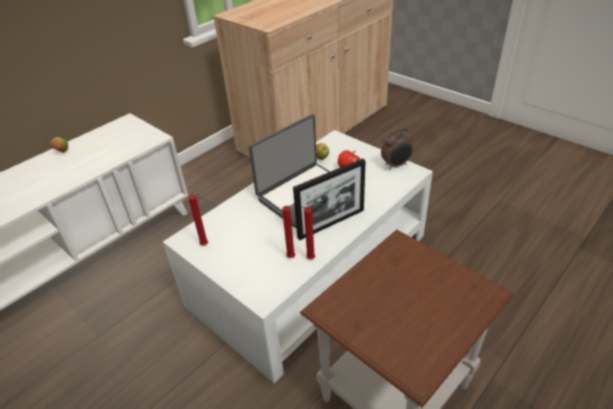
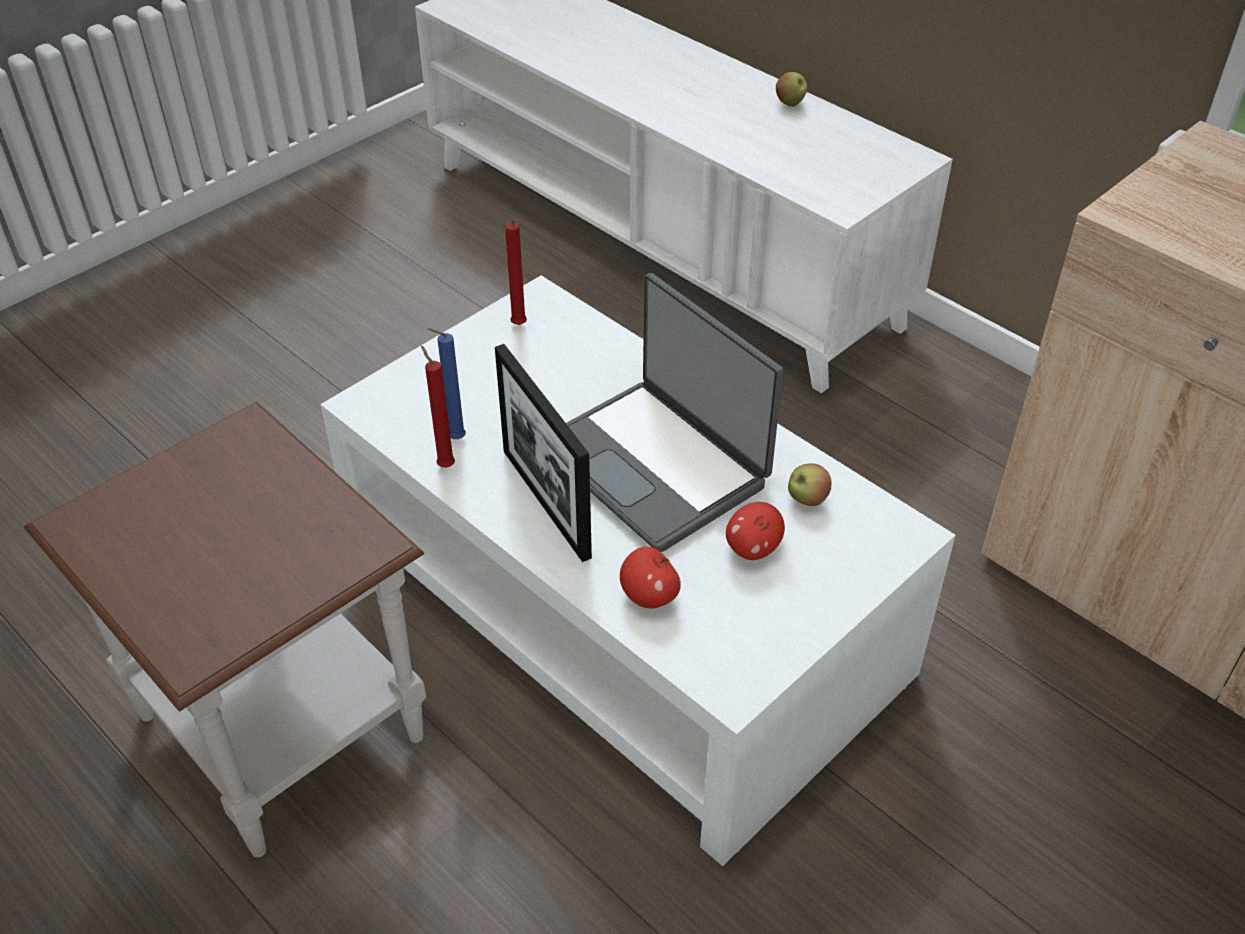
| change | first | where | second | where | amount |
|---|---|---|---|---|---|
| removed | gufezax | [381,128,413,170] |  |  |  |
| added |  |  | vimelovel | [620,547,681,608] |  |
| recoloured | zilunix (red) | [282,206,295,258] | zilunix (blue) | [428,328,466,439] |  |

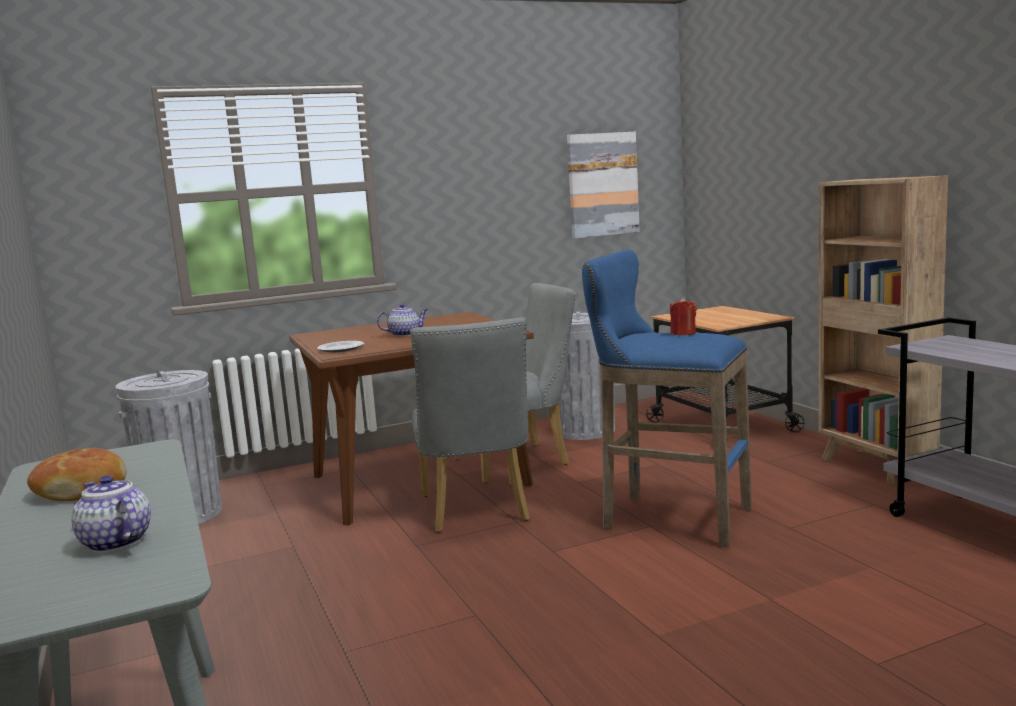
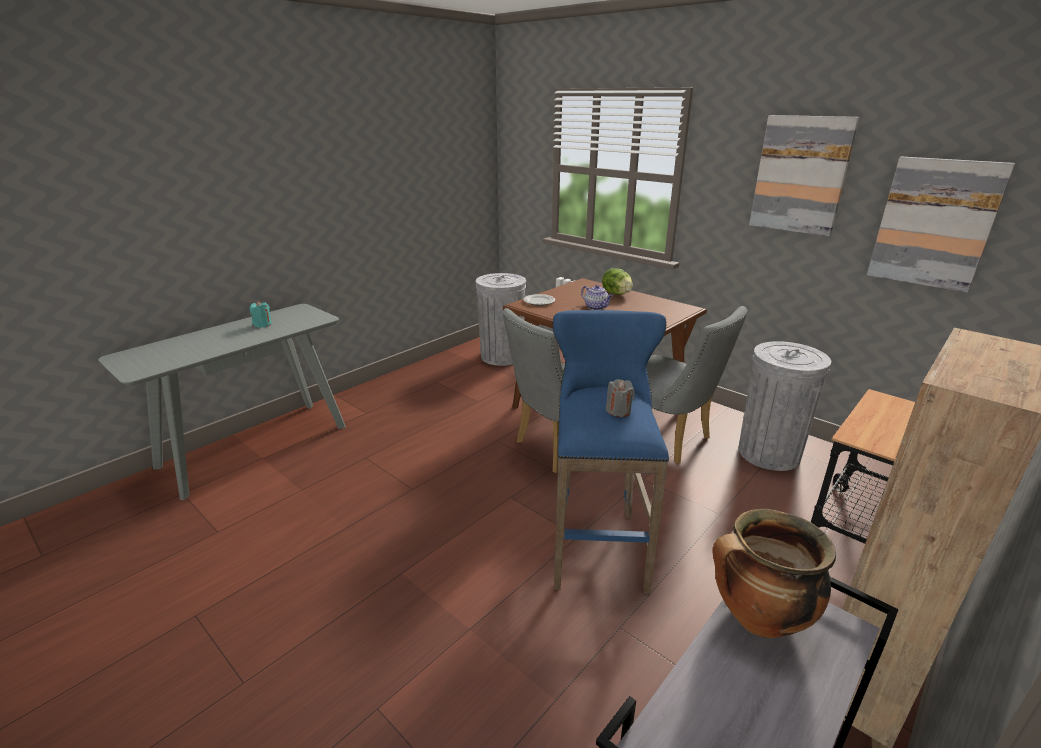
| change | first | where | second | where | amount |
|---|---|---|---|---|---|
| removed | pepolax | [72,475,151,553] |  |  |  |
| added |  |  | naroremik | [602,268,633,295] |  |
| added |  |  | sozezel | [712,509,836,638] |  |
| added |  |  | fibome | [749,115,860,236] |  |
| replaced | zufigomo | [27,448,126,501] | zilunix (turquoise) | [249,301,272,328] |  |
| recoloured | zilunix (red) | [670,297,697,335] | zilunix (grey) | [606,379,635,417] |  |

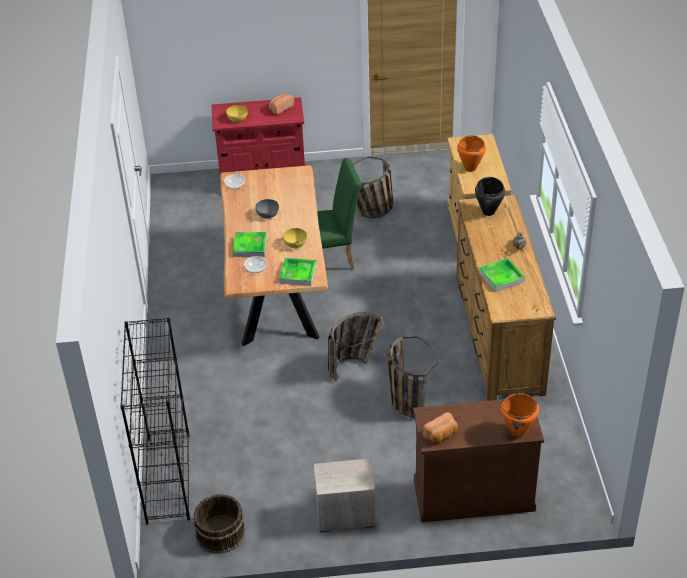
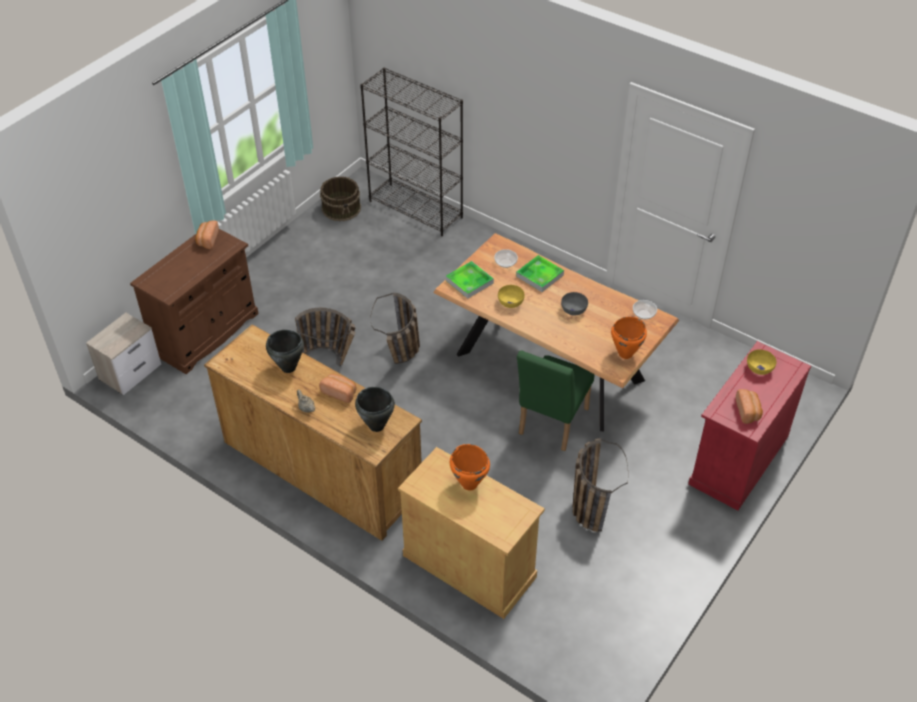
| change | first | where | second | where | amount |
|---|---|---|---|---|---|
| added |  |  | zufigomo | [319,374,356,403] |  |
| moved | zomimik | [314,459,376,532] |  | [86,313,161,395] |  |
| moved | sozezel (orange) | [501,394,539,437] |  | [611,317,647,359] |  |
| replaced | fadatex | [479,258,525,292] | sozezel (black) | [266,330,304,373] |  |

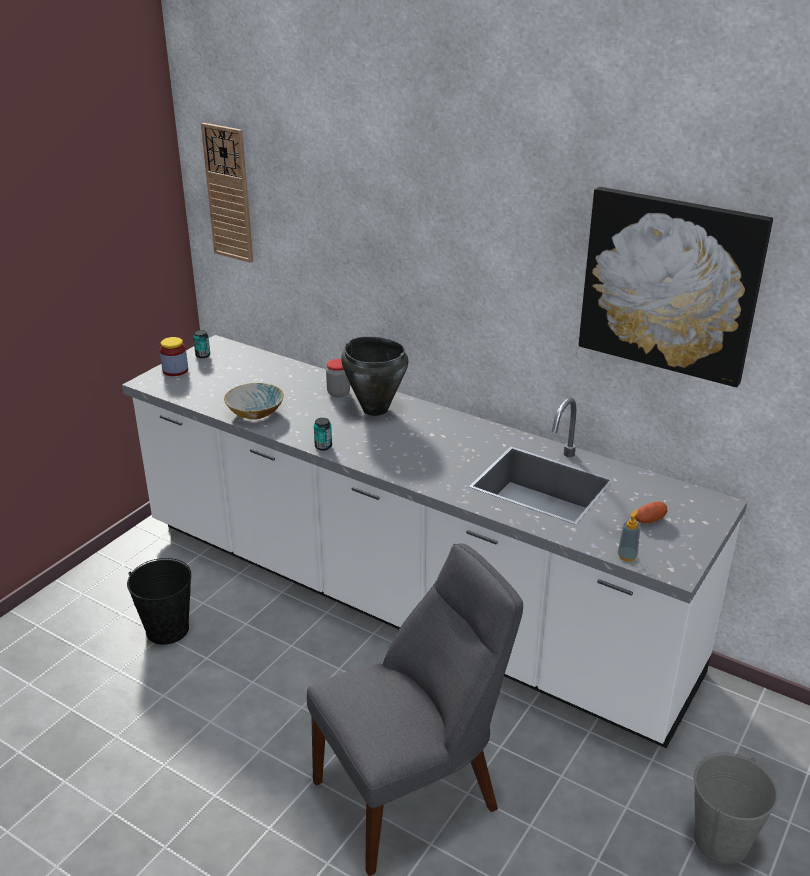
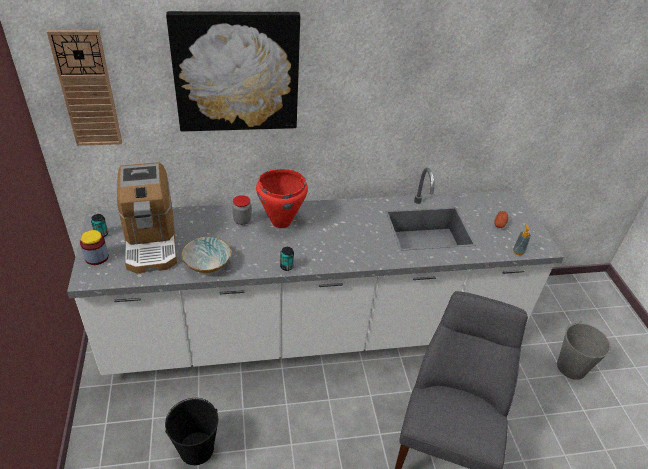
| change | first | where | second | where | amount |
|---|---|---|---|---|---|
| added |  |  | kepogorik | [117,162,177,273] |  |
| moved | fibome | [579,187,773,387] |  | [166,11,300,132] |  |
| recoloured | sozezel (black) | [341,336,408,416] | sozezel (red) | [256,169,308,228] |  |

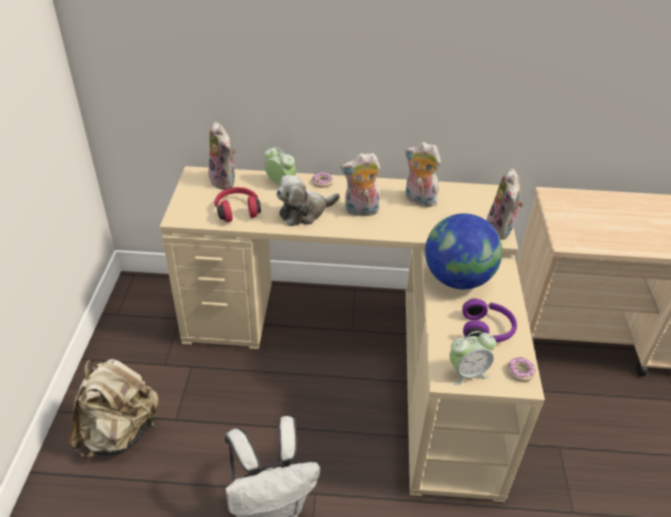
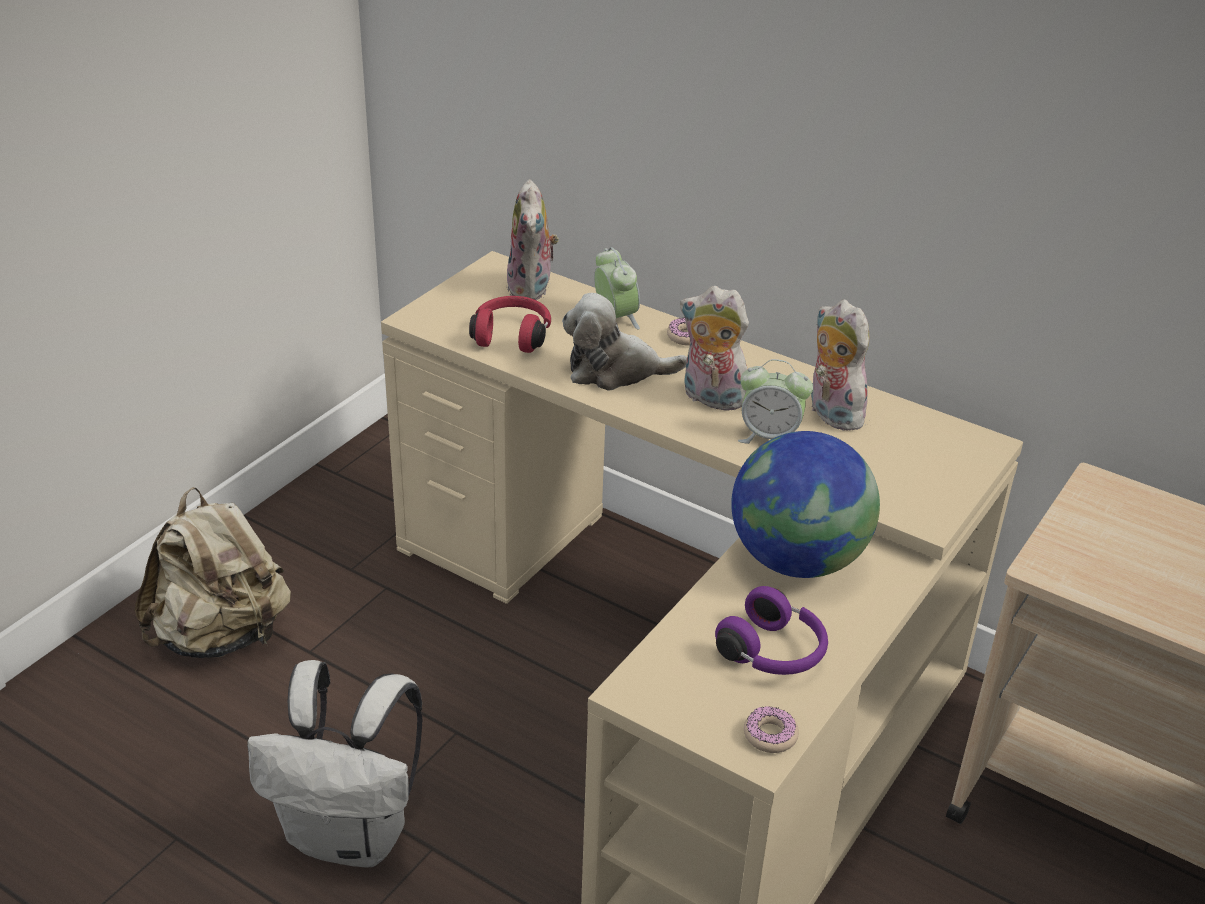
| change | first | where | second | where | amount |
|---|---|---|---|---|---|
| removed | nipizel | [487,168,524,240] |  |  |  |
| moved | gufezax | [450,331,496,385] |  | [738,359,813,444] |  |

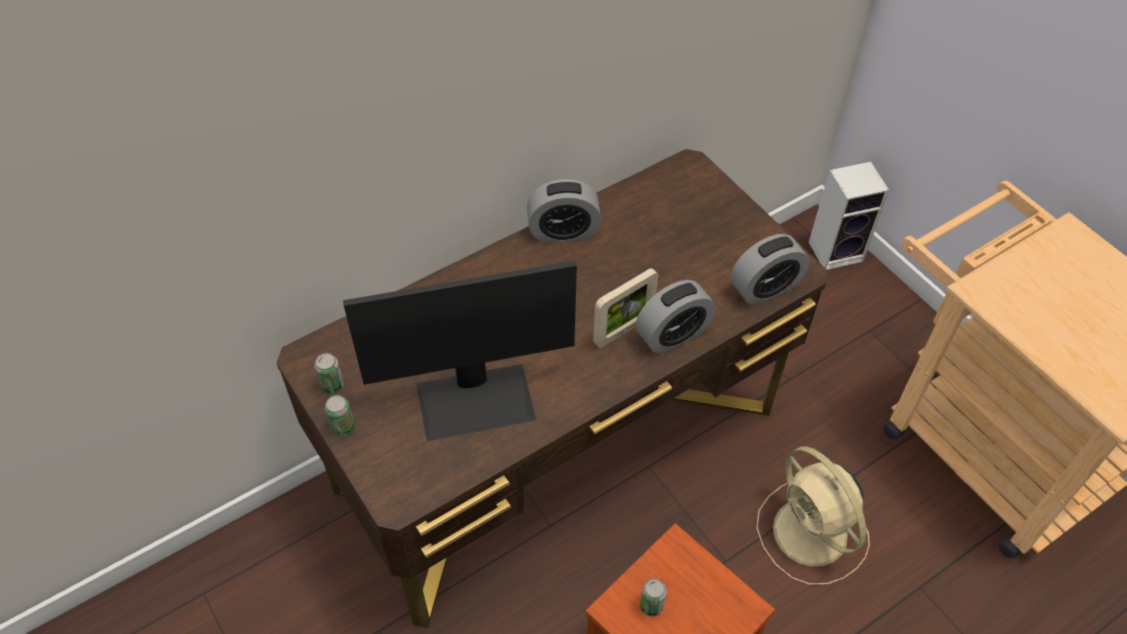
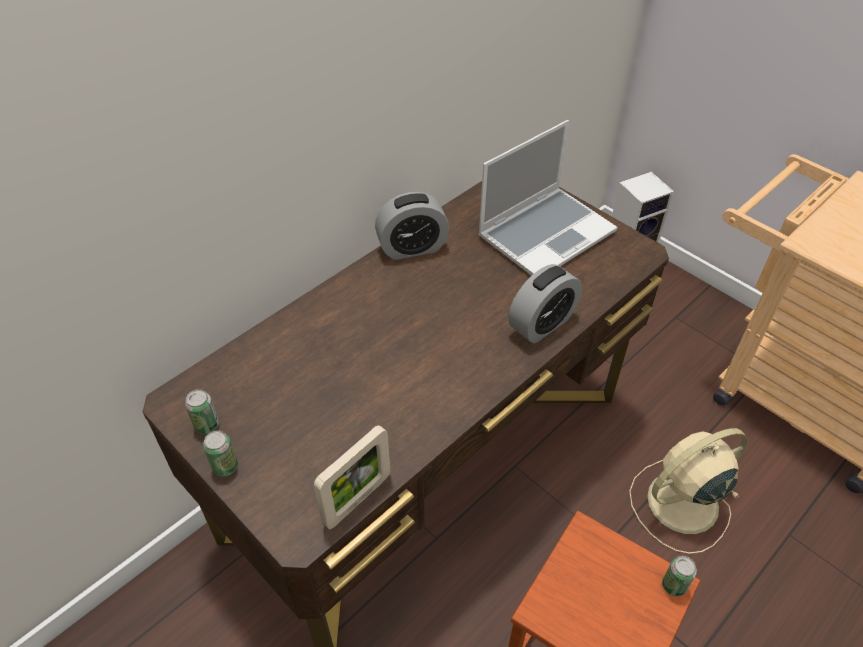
| change | first | where | second | where | amount |
|---|---|---|---|---|---|
| removed | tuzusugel | [343,261,577,441] |  |  |  |
| removed | gufezax | [731,234,809,305] |  |  |  |
| added |  |  | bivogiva | [478,120,618,276] |  |
| moved | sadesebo | [593,268,658,348] |  | [313,425,390,529] |  |
| moved | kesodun | [640,579,667,616] |  | [662,556,697,597] |  |
| turned | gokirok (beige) | [756,446,870,585] |  | [629,428,748,554] | 105 degrees clockwise |

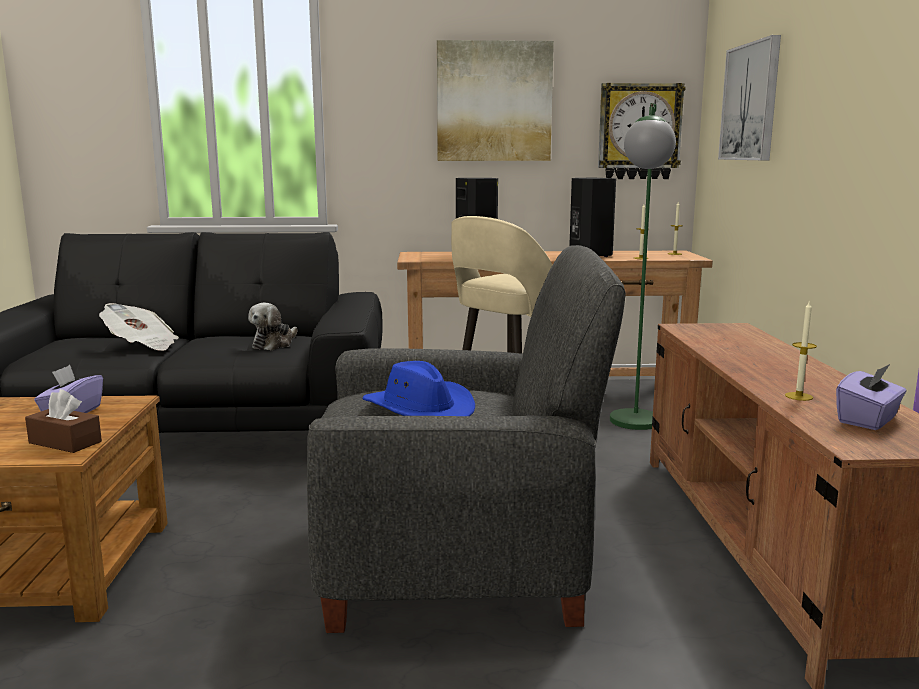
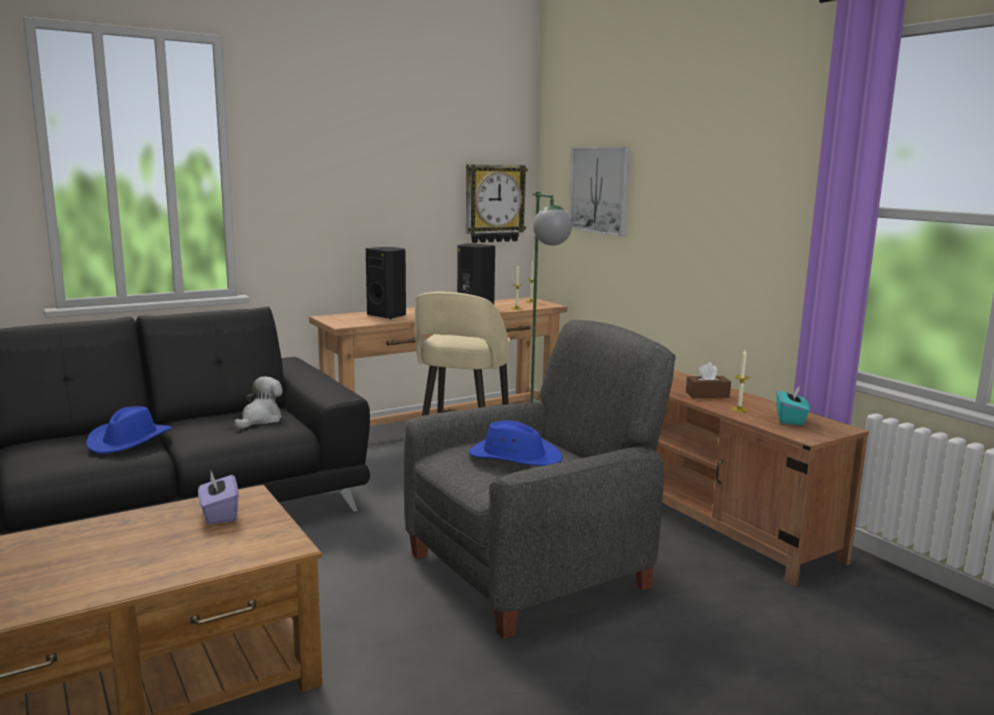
| change | first | where | second | where | amount |
|---|---|---|---|---|---|
| removed | fibome | [437,40,554,161] |  |  |  |
| moved | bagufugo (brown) | [25,389,102,453] |  | [686,362,731,398] |  |
| replaced | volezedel | [99,303,179,351] | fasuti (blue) | [86,406,172,454] |  |
| recoloured | bagufugo (purple) | [836,364,906,430] | bagufugo (turquoise) | [776,386,810,425] |  |
| turned | nipizel | [248,303,298,350] |  | [234,376,283,428] | 150 degrees counterclockwise |

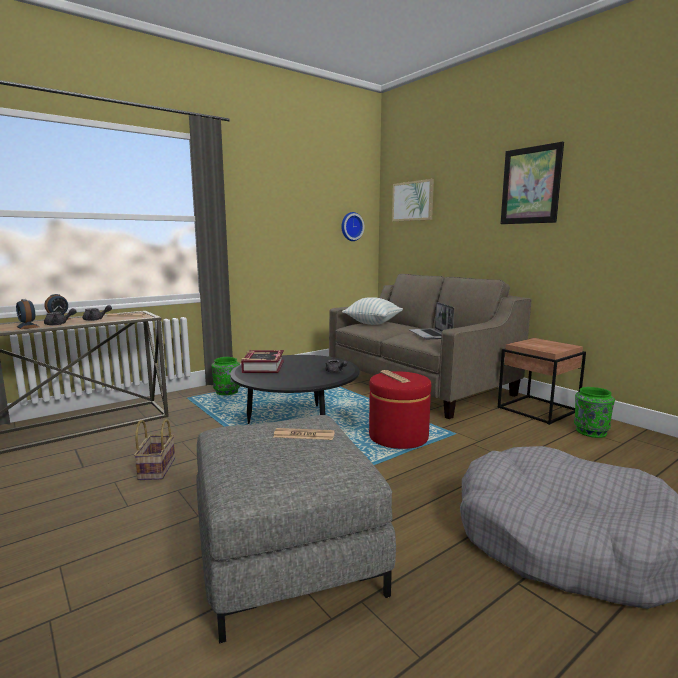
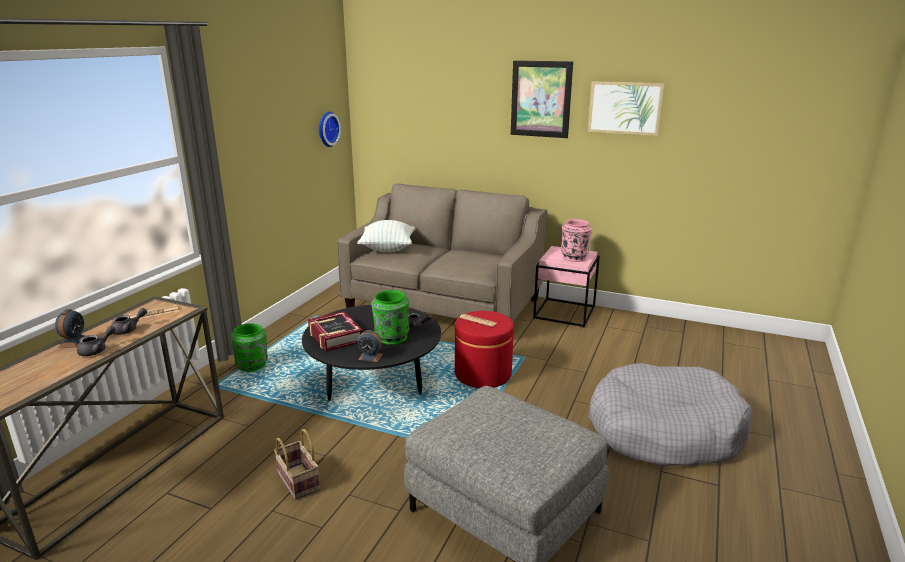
| change | first | where | second | where | amount |
|---|---|---|---|---|---|
| removed | volezedel | [273,428,335,440] |  |  |  |
| removed | bivogiva | [409,302,454,339] |  |  |  |
| added |  |  | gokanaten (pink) | [561,219,592,262] |  |
| moved | gufezax | [16,299,39,329] |  | [358,330,383,362] |  |
| moved | fibome | [392,179,434,222] |  | [588,81,665,136] |  |
| moved | gokanaten (green) | [574,387,615,438] |  | [371,290,409,345] |  |
| recoloured | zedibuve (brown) | [498,338,586,425] | zedibuve (pink) | [533,246,600,328] |  |

